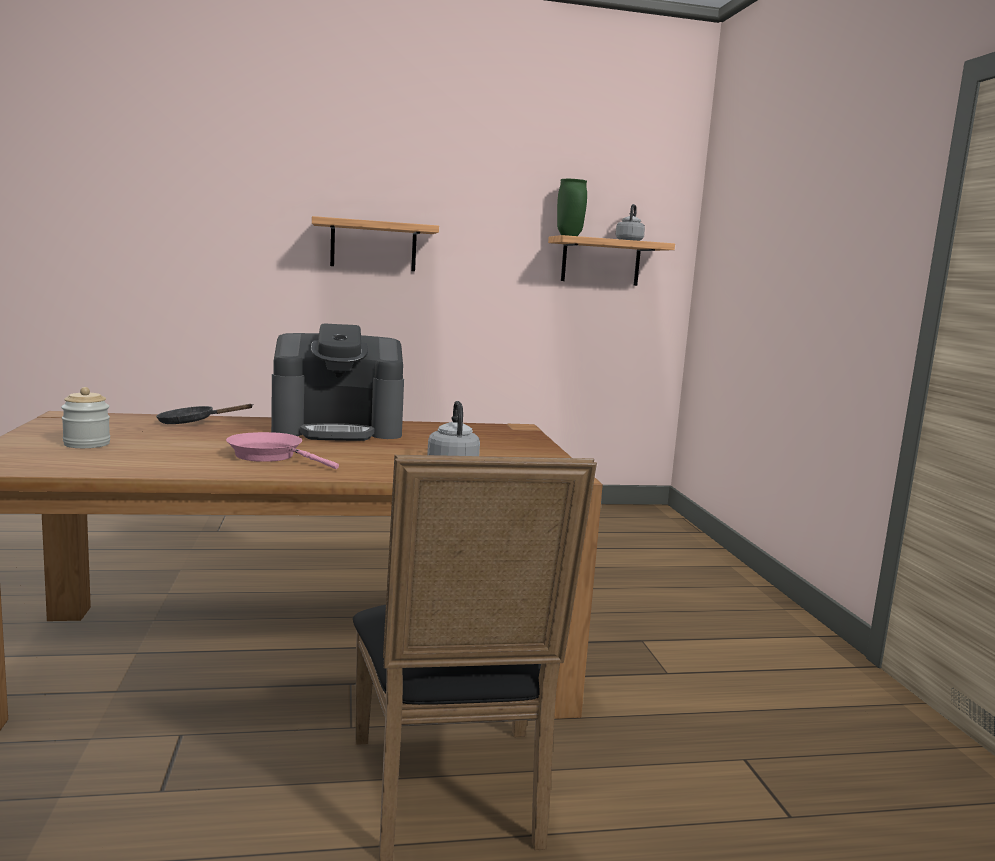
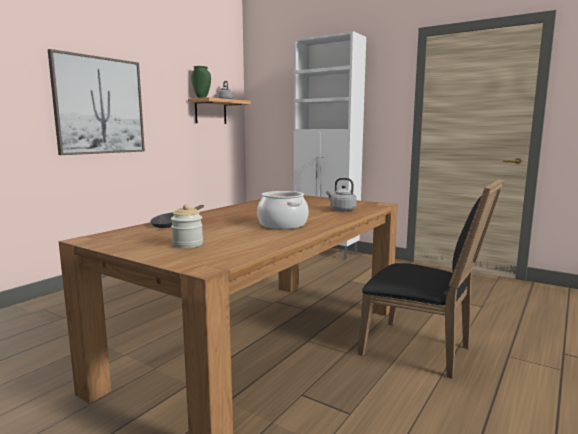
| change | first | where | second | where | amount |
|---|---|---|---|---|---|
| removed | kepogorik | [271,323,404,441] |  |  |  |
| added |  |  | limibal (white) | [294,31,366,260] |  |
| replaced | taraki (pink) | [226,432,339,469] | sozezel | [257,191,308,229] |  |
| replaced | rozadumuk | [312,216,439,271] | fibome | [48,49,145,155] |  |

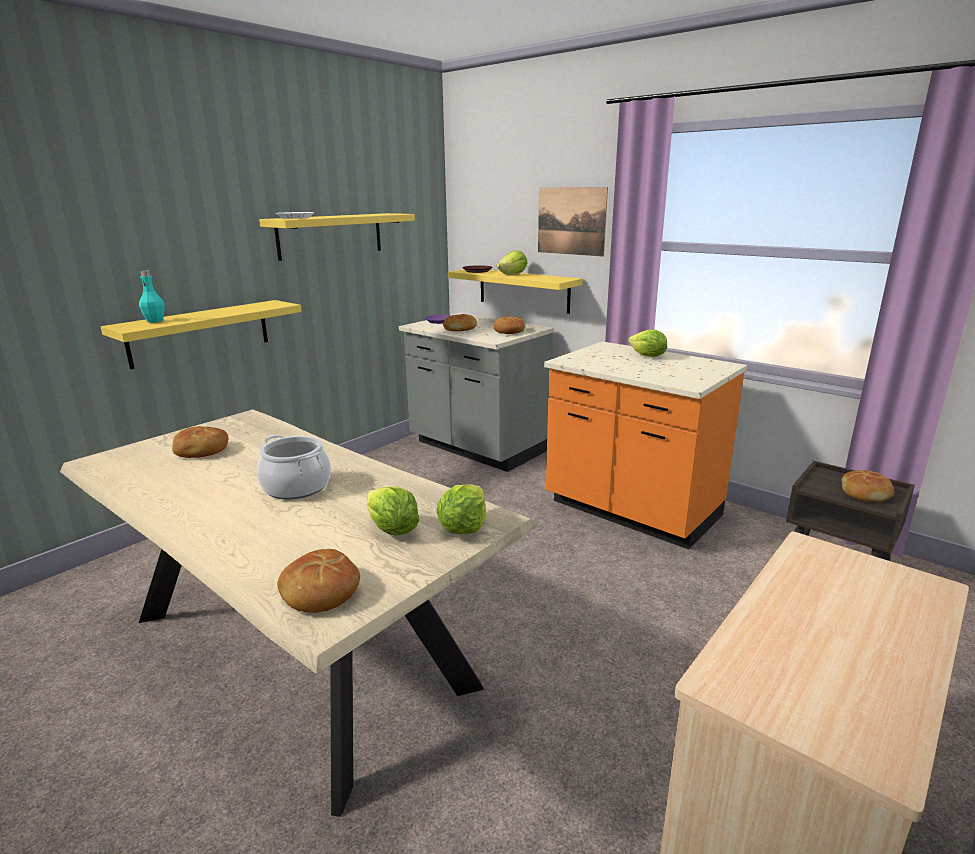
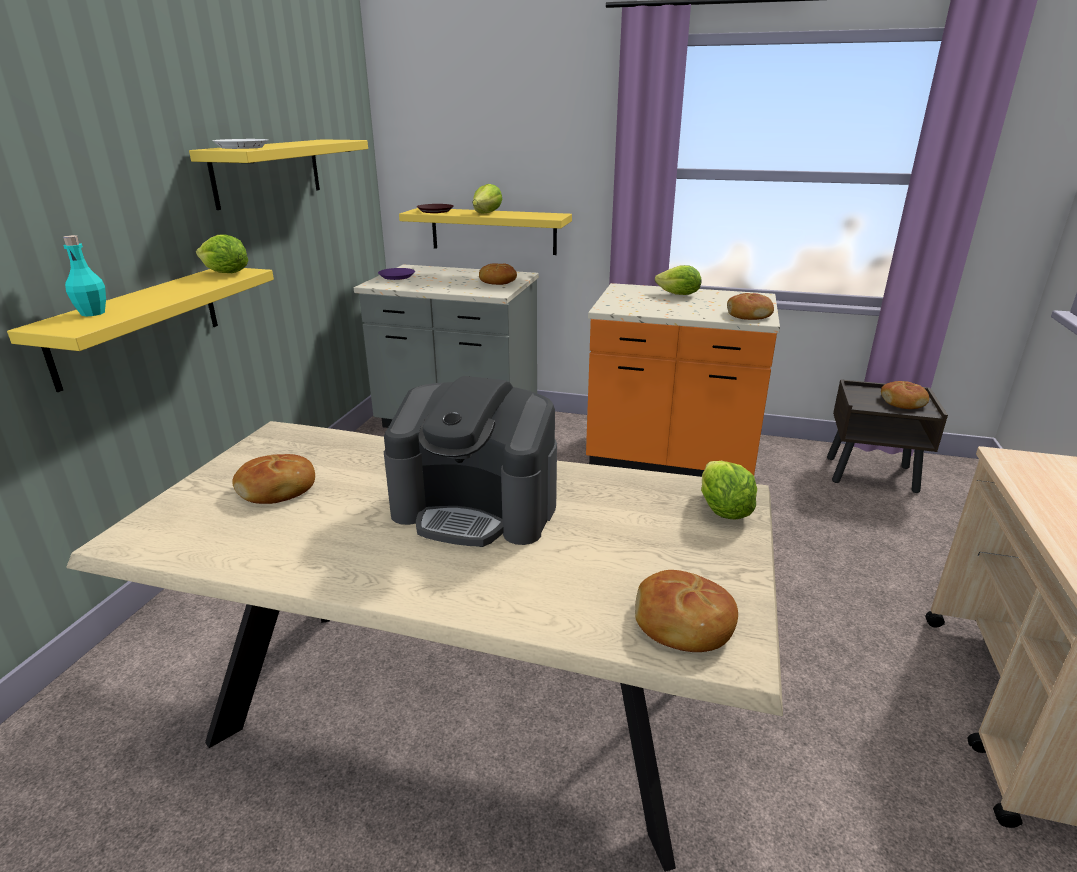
| change | first | where | second | where | amount |
|---|---|---|---|---|---|
| removed | fibome | [538,187,608,257] |  |  |  |
| moved | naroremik | [367,487,419,536] |  | [196,234,248,273] |  |
| moved | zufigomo | [443,314,477,331] |  | [727,293,774,320] |  |
| replaced | sozezel | [257,435,331,499] | kepogorik | [384,376,557,547] |  |

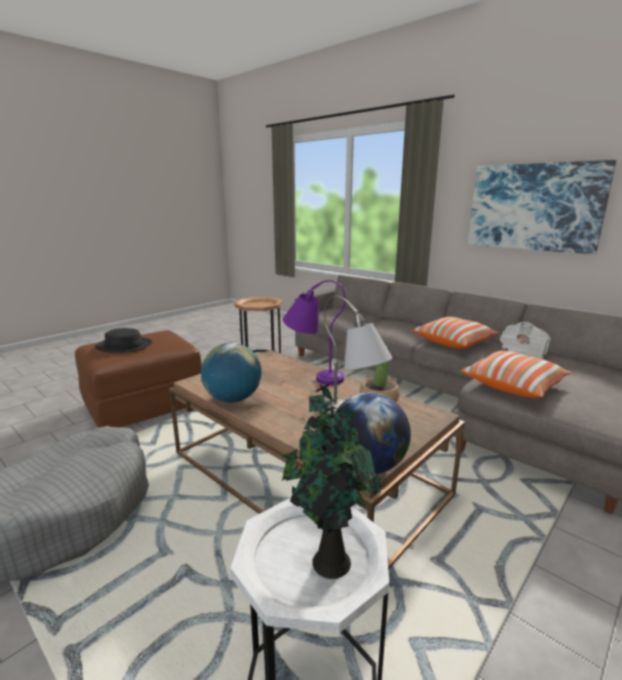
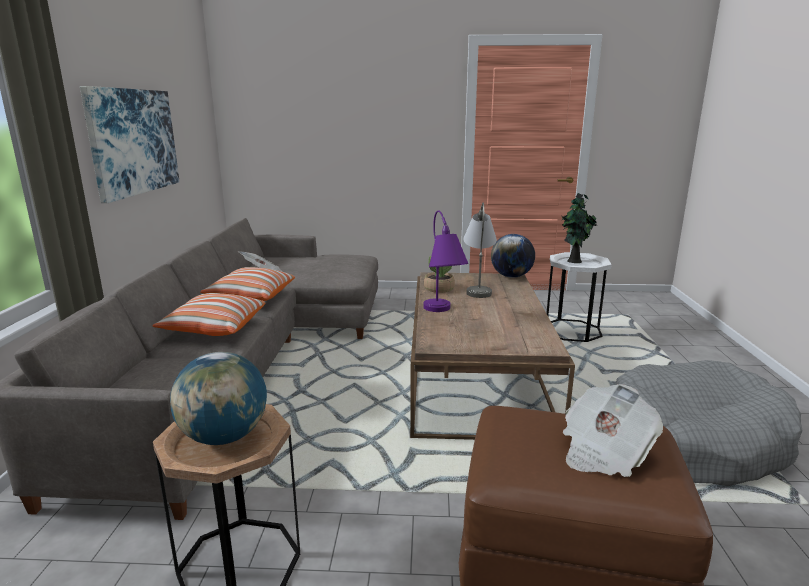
| change | first | where | second | where | amount |
|---|---|---|---|---|---|
| moved | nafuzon | [201,343,262,403] |  | [170,352,267,445] |  |
| moved | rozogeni | [460,351,572,398] |  | [153,293,266,336] |  |
| replaced | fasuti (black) | [95,328,152,353] | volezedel | [563,384,663,477] |  |

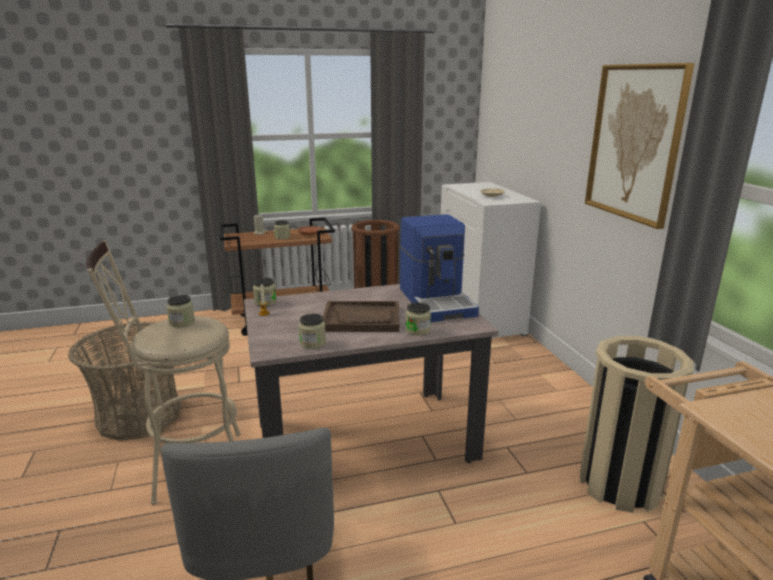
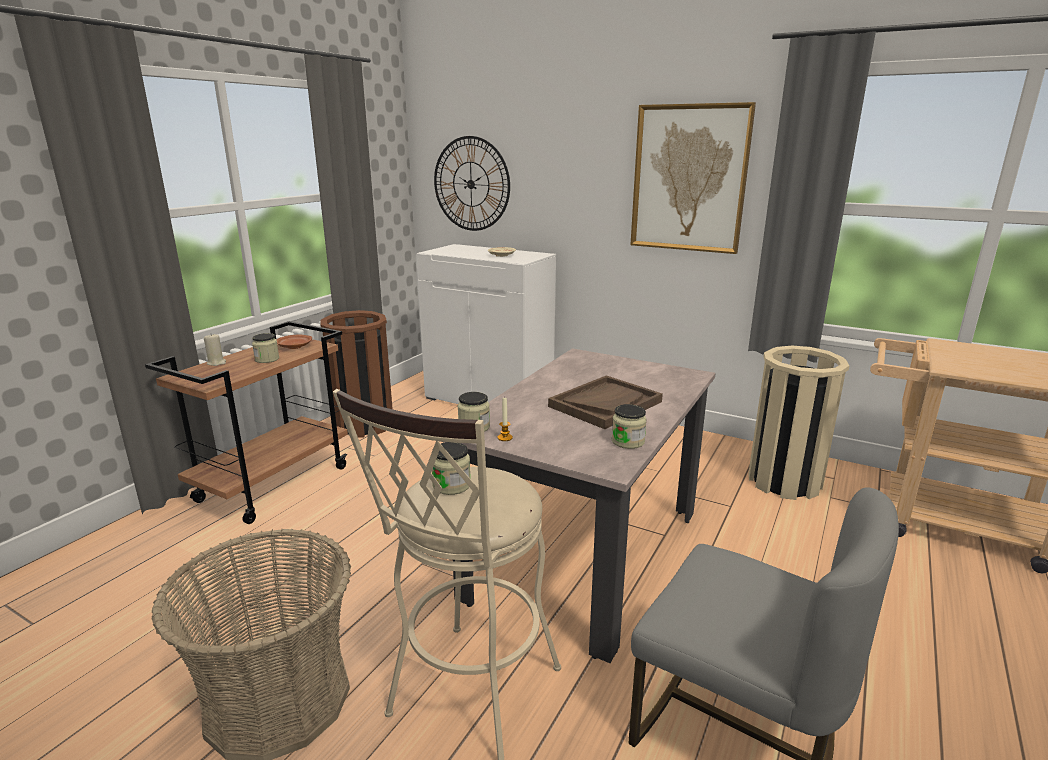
| change | first | where | second | where | amount |
|---|---|---|---|---|---|
| removed | kepogorik | [400,214,479,322] |  |  |  |
| removed | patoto | [406,302,431,336] |  |  |  |
| added |  |  | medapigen | [434,136,510,231] |  |

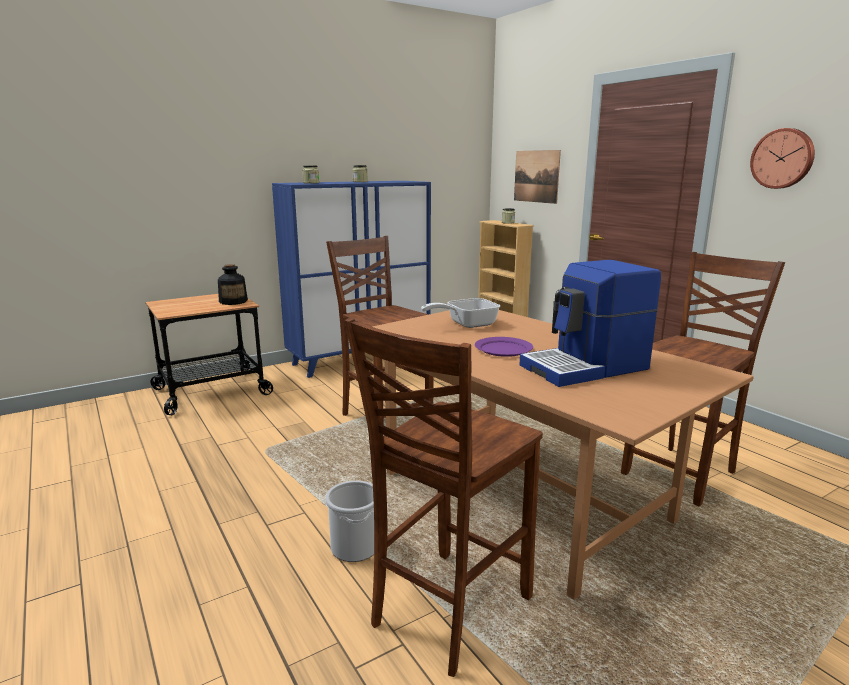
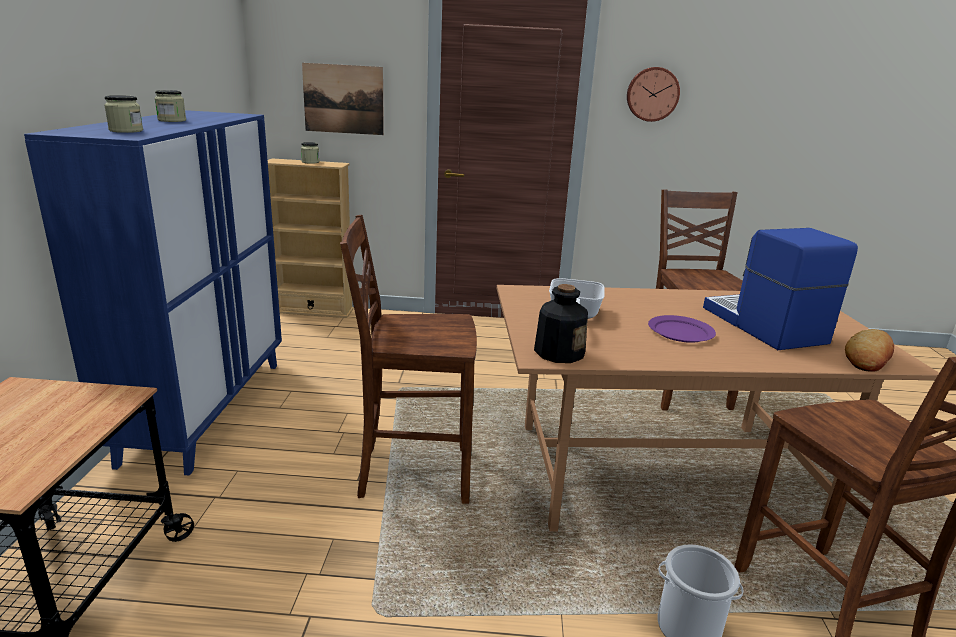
| change | first | where | second | where | amount |
|---|---|---|---|---|---|
| added |  |  | zufigomo | [845,329,894,372] |  |
| moved | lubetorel | [218,264,248,305] |  | [534,284,588,363] |  |
| turned | kepogorik | [519,260,661,387] |  | [703,228,858,350] | 150 degrees clockwise |

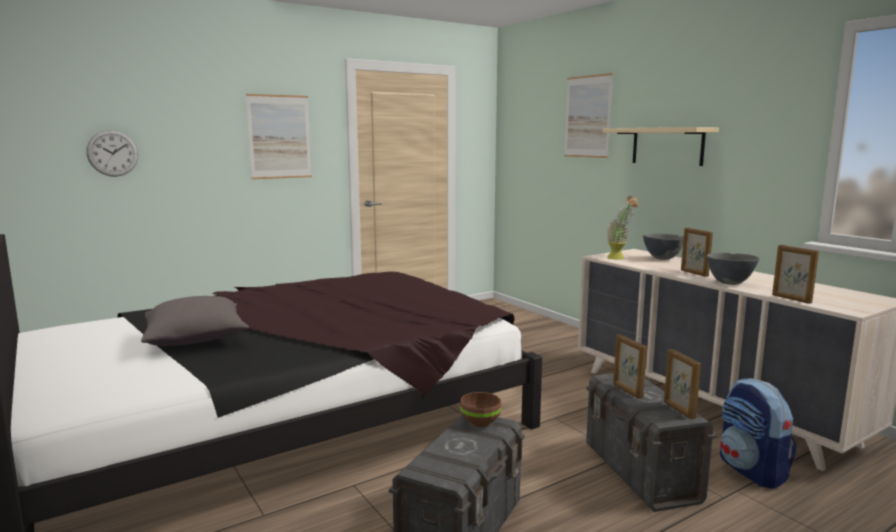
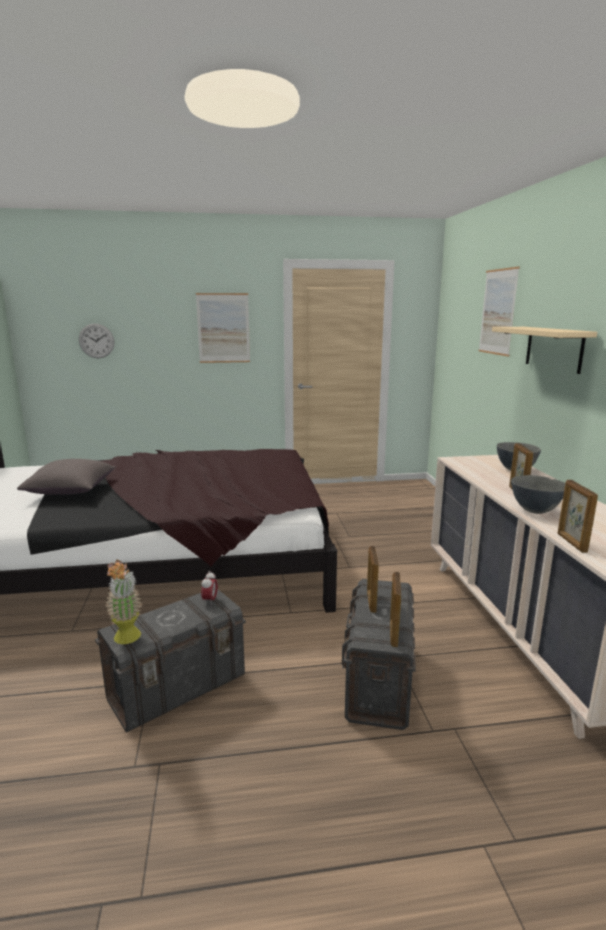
| change | first | where | second | where | amount |
|---|---|---|---|---|---|
| removed | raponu | [720,378,797,489] |  |  |  |
| moved | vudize | [607,196,639,260] |  | [105,559,142,644] |  |
| replaced | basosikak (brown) | [460,392,501,427] | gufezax | [201,571,218,605] |  |

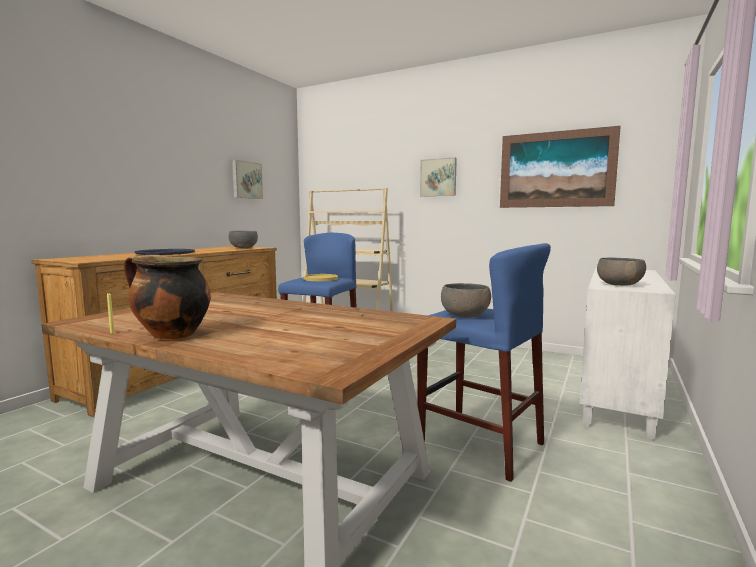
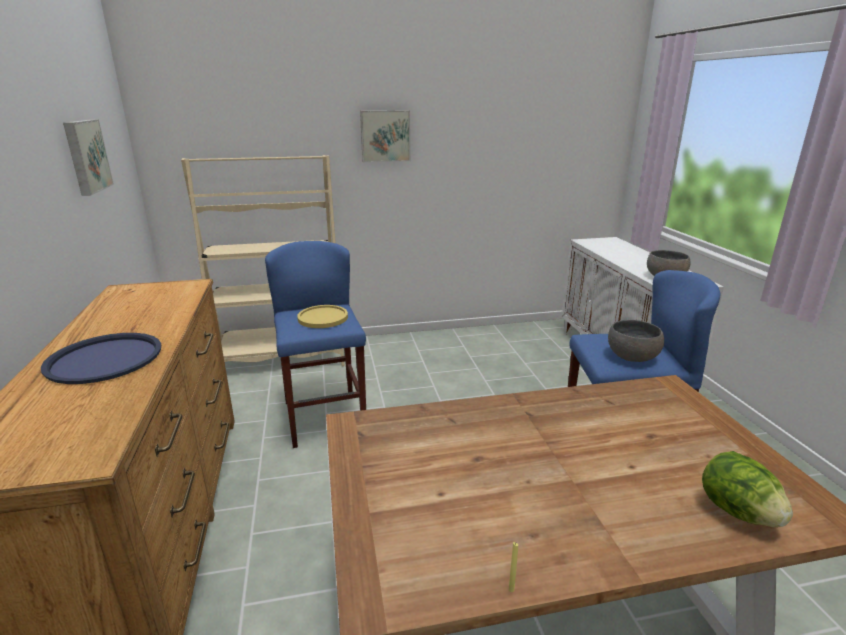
| change | first | where | second | where | amount |
|---|---|---|---|---|---|
| removed | sozezel | [124,255,211,340] |  |  |  |
| removed | basosikak (grey) | [228,231,258,248] |  |  |  |
| removed | fibome | [500,126,621,208] |  |  |  |
| added |  |  | naroremik | [702,451,793,527] |  |

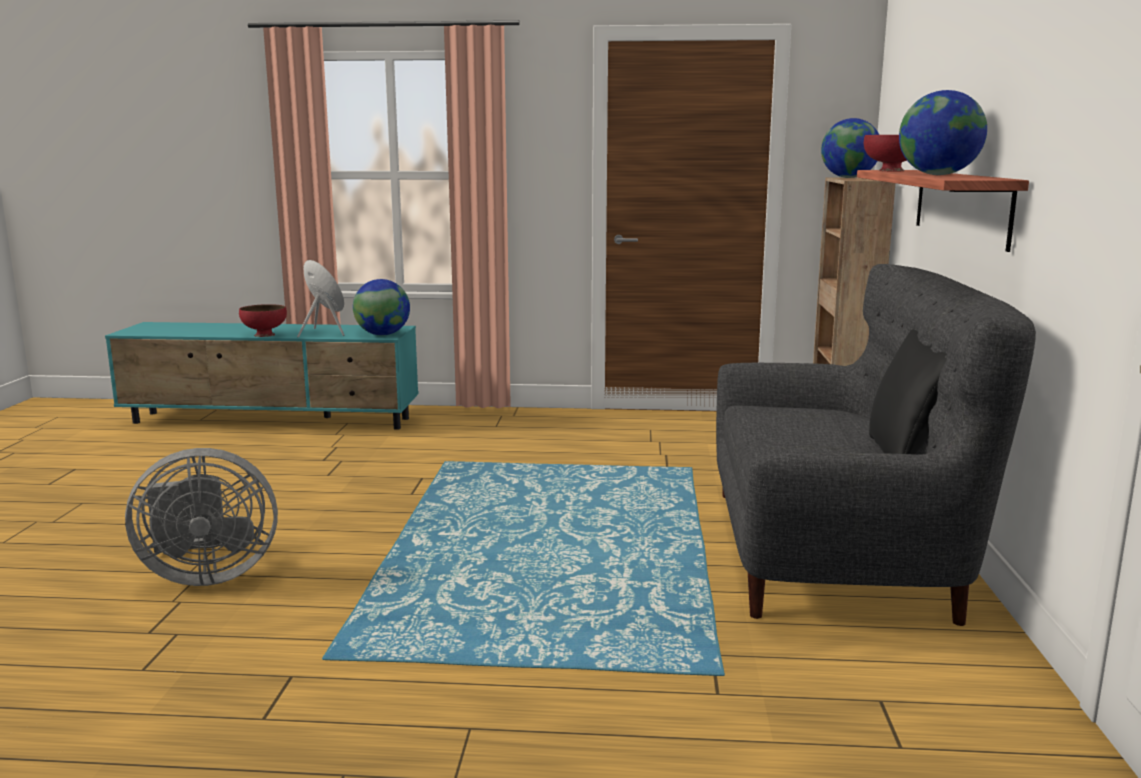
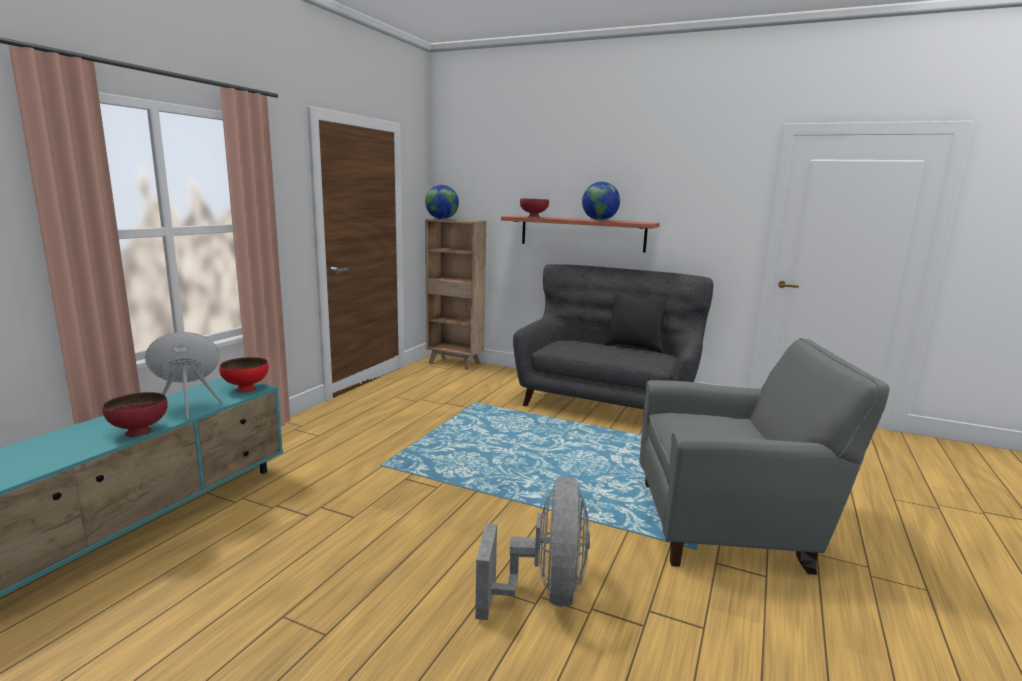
| change | first | where | second | where | amount |
|---|---|---|---|---|---|
| added |  |  | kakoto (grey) | [639,338,890,575] |  |
| replaced | nafuzon | [353,279,410,336] | basosikak (red) | [219,357,269,393] |  |

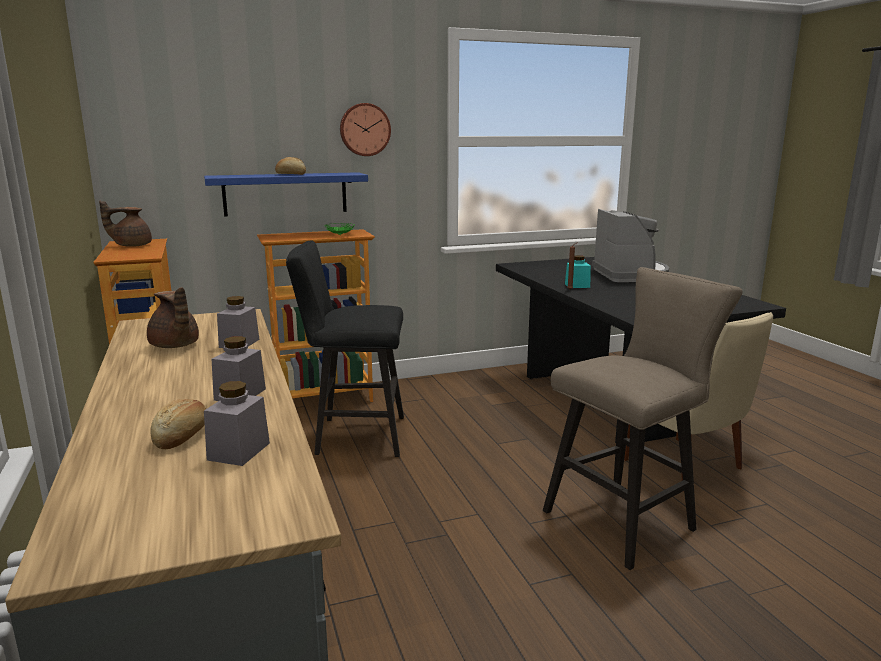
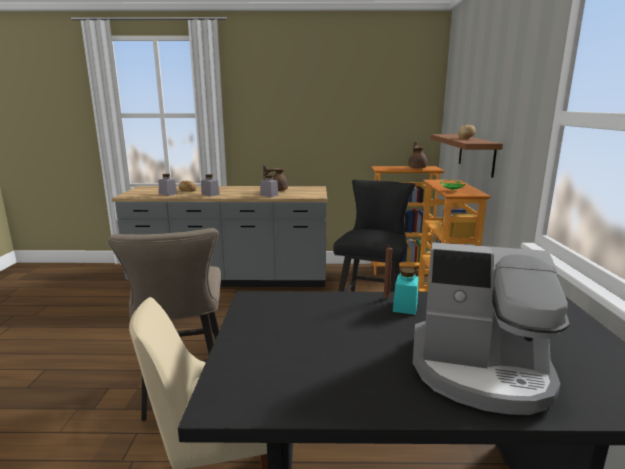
| change | first | where | second | where | amount |
|---|---|---|---|---|---|
| removed | medapigen | [340,103,391,156] |  |  |  |
| recoloured | rozadumuk (blue) | [204,172,368,217] | rozadumuk (brown) | [430,134,503,178] |  |

